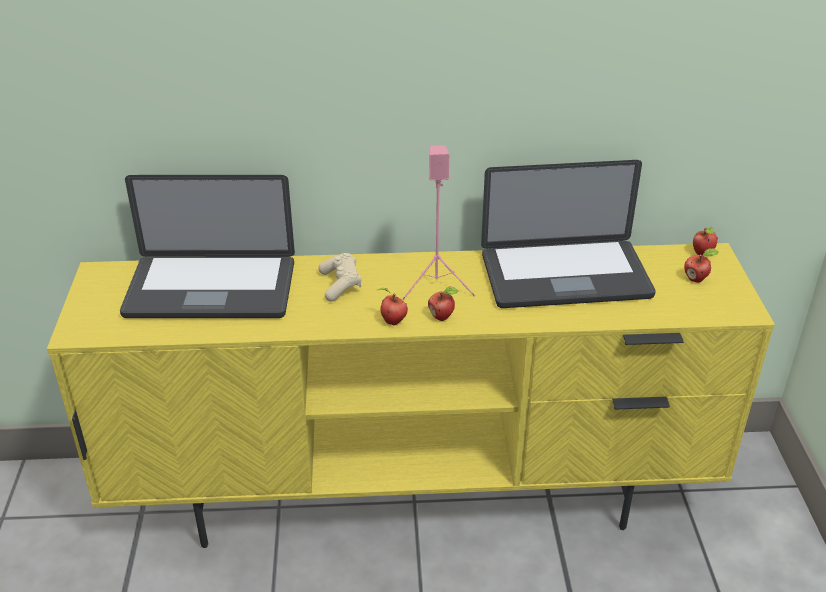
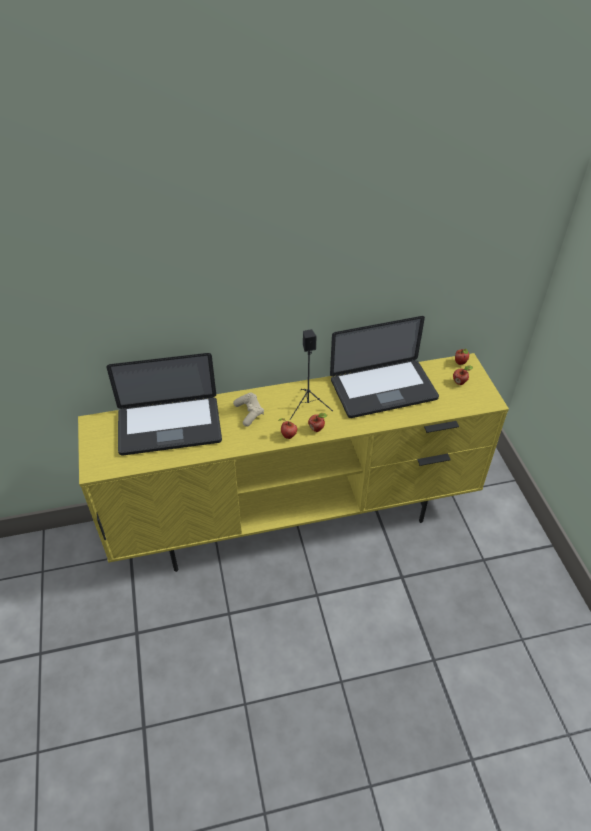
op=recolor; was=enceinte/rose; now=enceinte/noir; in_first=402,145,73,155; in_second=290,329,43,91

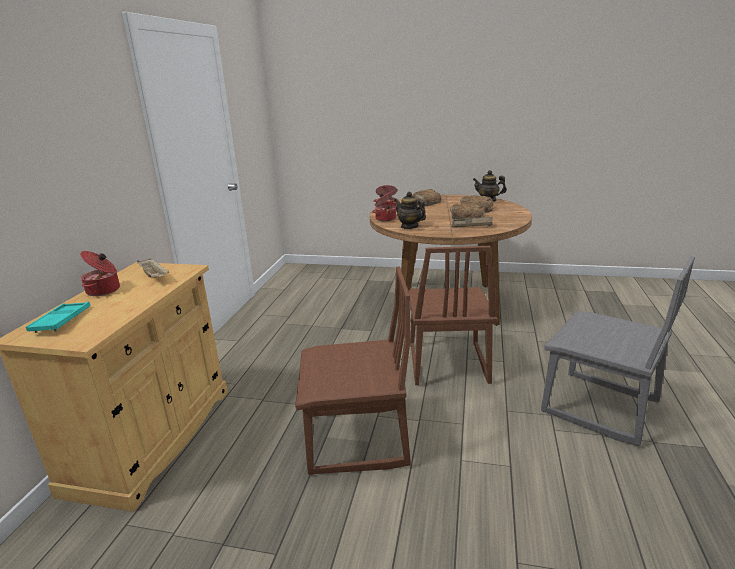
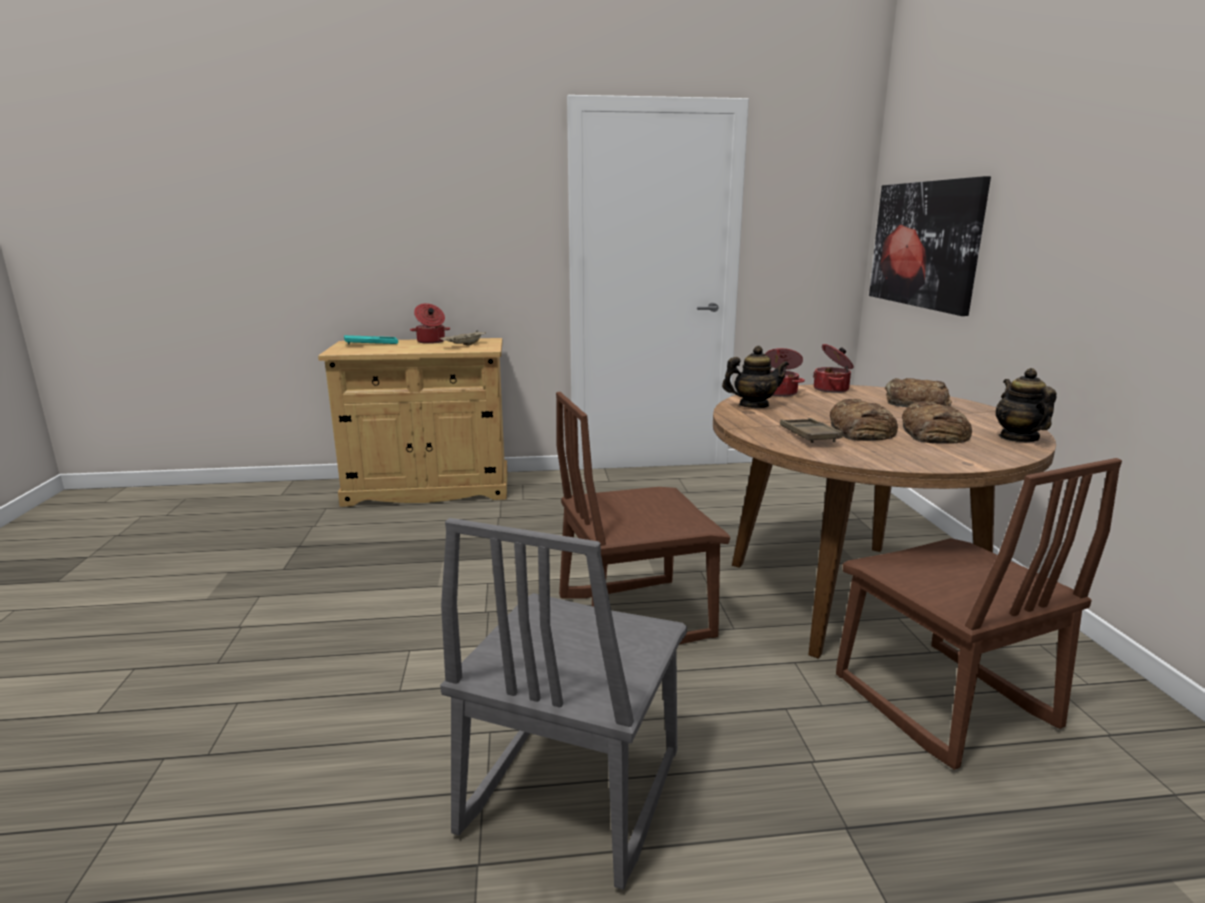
op=rotate; was=théière; in_first=394,192,32,37; in_second=722,346,67,62; clockwise=60
op=move; was=chaise/marron; in_first=295,267,116,208; in_second=836,458,286,312
op=insert; now=tableau; in_second=869,176,122,140

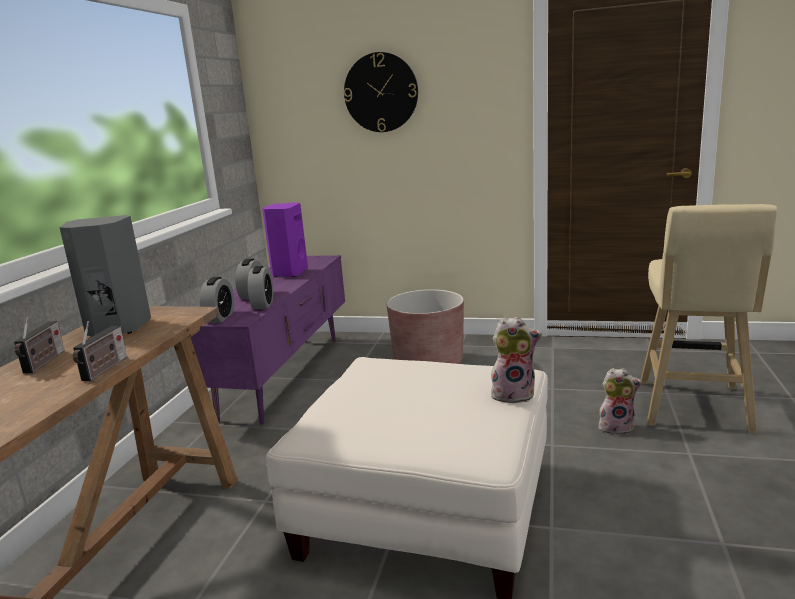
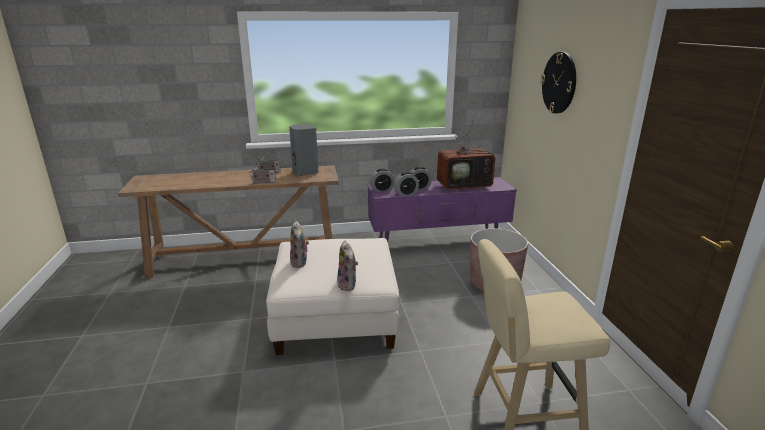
op=move; was=peluche; in_first=599,368,43,67; in_second=290,221,19,47
op=replace; was=enceinte/violet; now=téléviseur; in_first=262,202,46,75; in_second=437,122,58,69

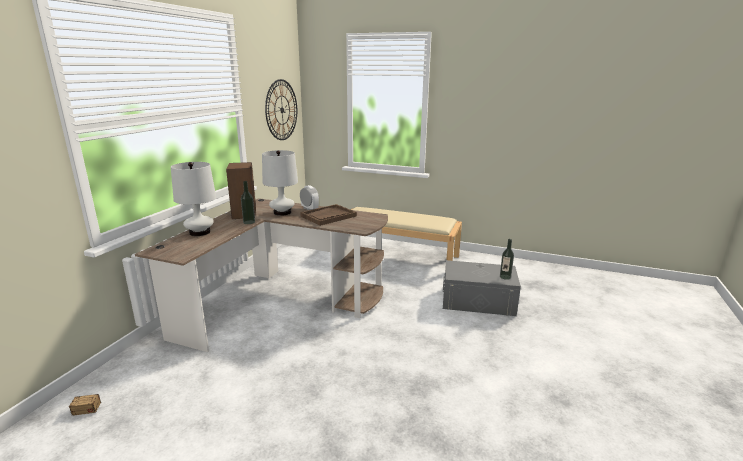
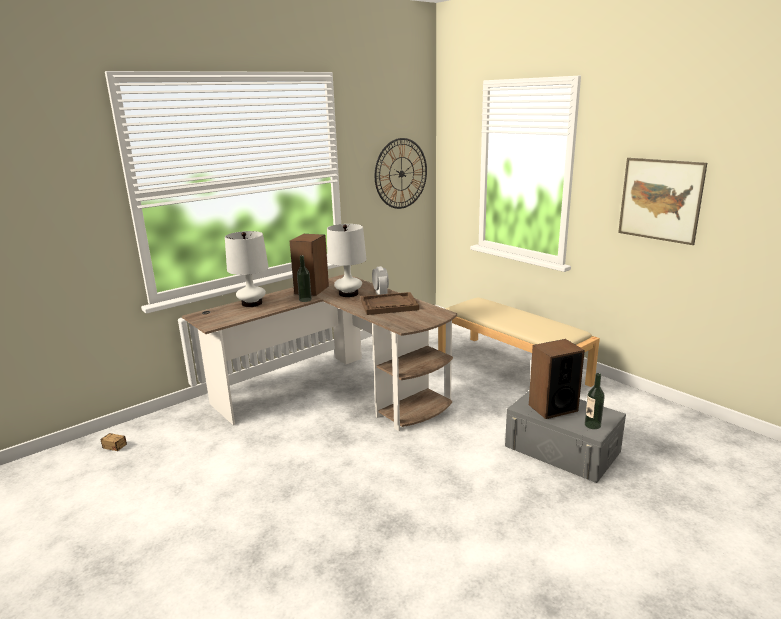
op=insert; now=enceinte; in_second=529,339,56,80
op=insert; now=tableau; in_second=618,158,89,87

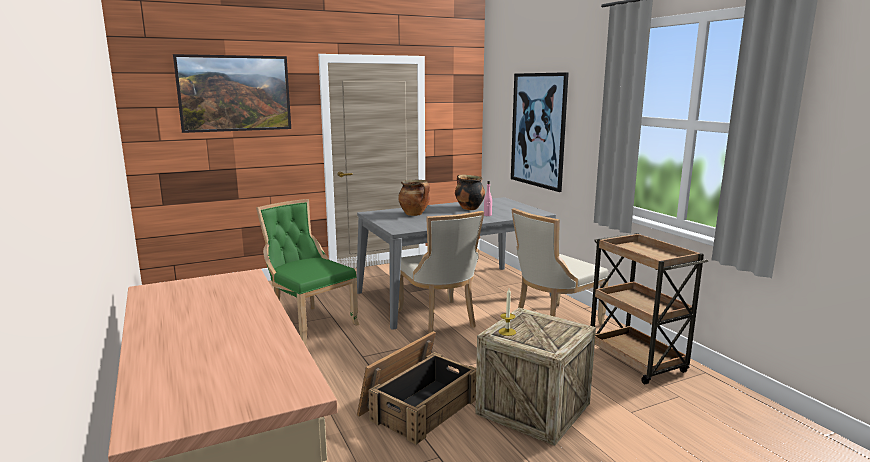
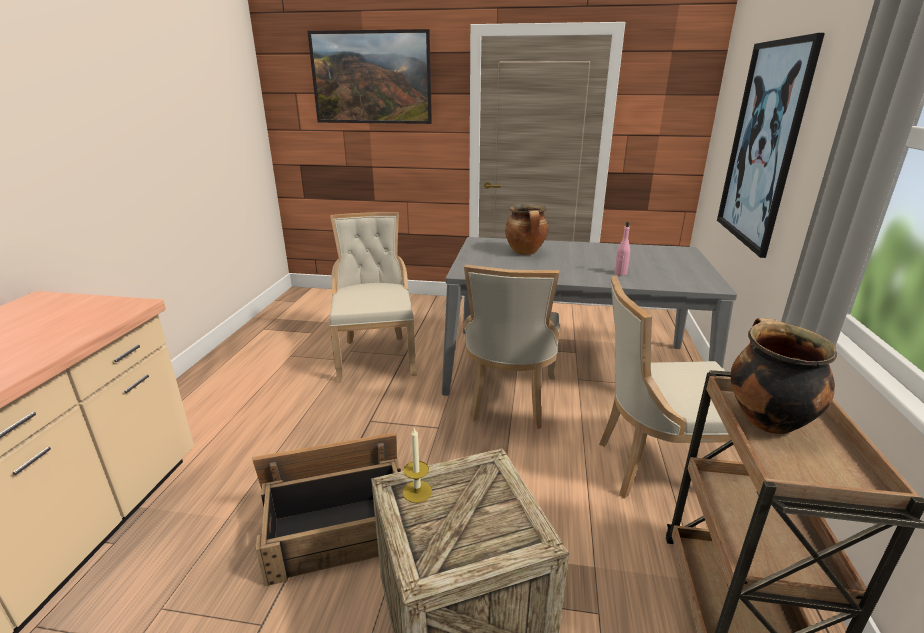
op=recolor; was=chaise/vert; now=chaise/beige; in_first=256,199,104,146; in_second=330,212,87,171
op=move; was=marmite; in_first=455,174,30,36; in_second=730,318,107,117

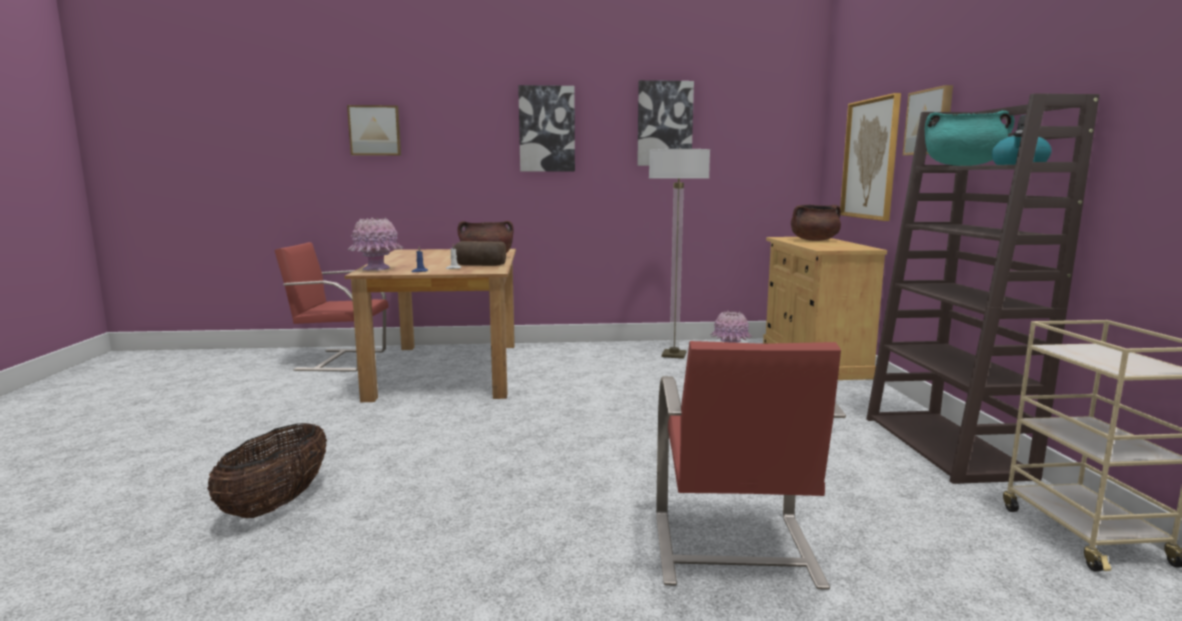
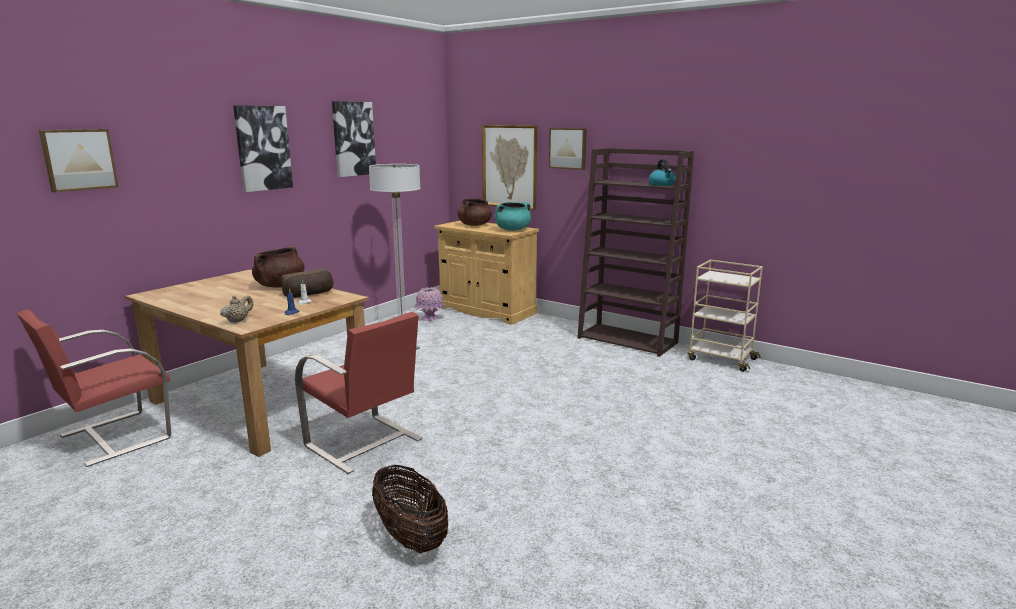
op=replace; was=vase/rose; now=théière/beige; in_first=347,218,56,53; in_second=220,295,33,28
op=move; was=chaise/rouge; in_first=656,341,190,249; in_second=295,312,127,162
op=move; was=marmite/turquoise; in_first=925,111,89,55; in_second=495,202,36,29

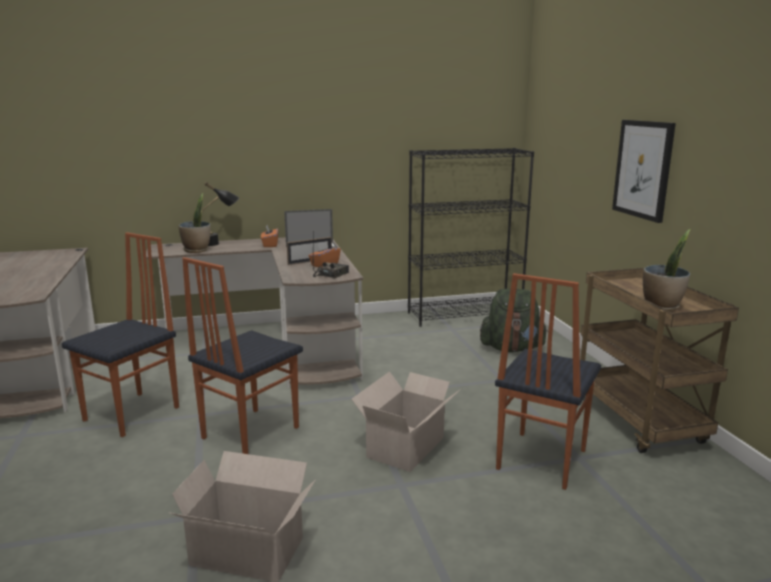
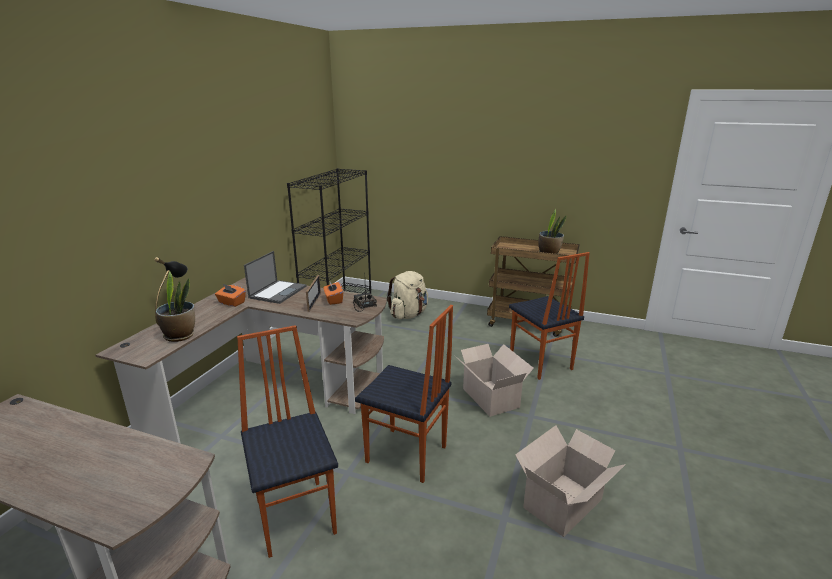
op=rotate; was=chaise; in_first=182,257,121,197; in_second=355,305,98,178; clockwise=-45
op=recolor; was=sac à dos/vert; now=sac à dos/beige; in_first=480,289,68,63; in_second=387,271,41,48
op=delete; was=tableau; in_first=612,120,64,103

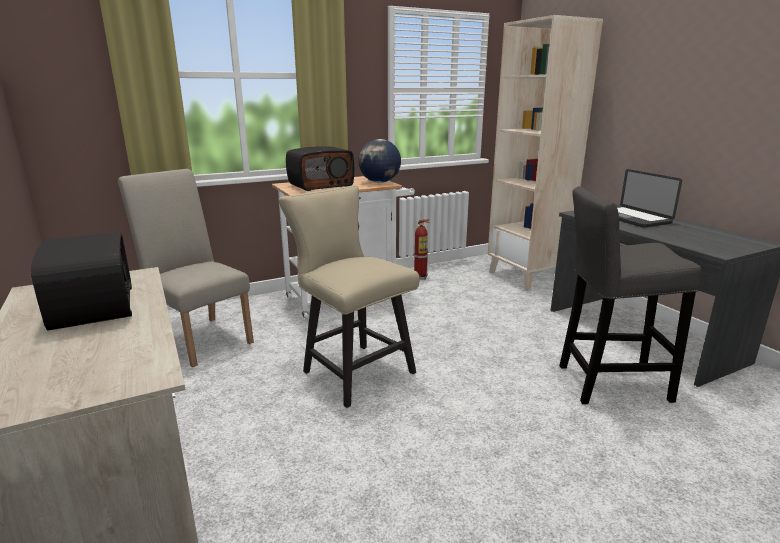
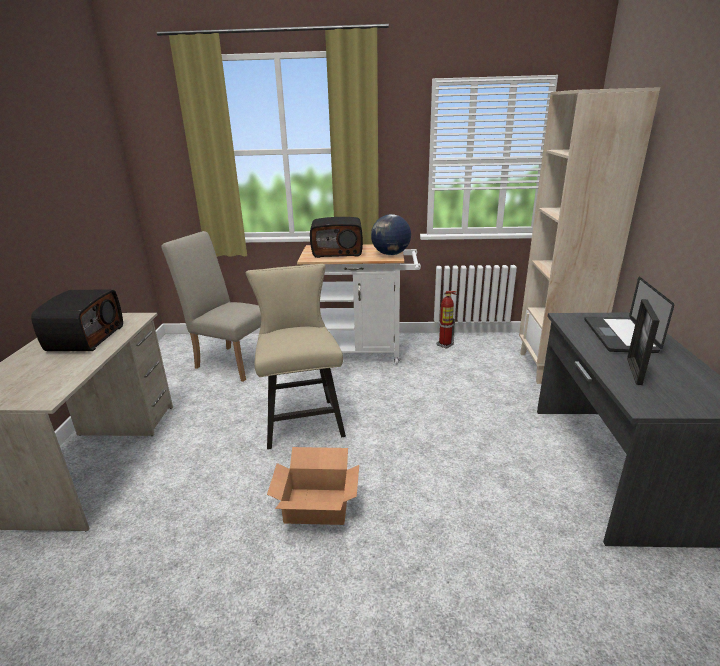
op=rotate; was=chaise/beige; in_first=118,169,136,198; in_second=162,231,99,151; clockwise=-45
op=insert; now=carton; in_second=267,447,92,78
op=insert; now=cadre photo; in_second=627,299,33,86
op=delete; was=tabouret/gris; in_first=559,186,143,218

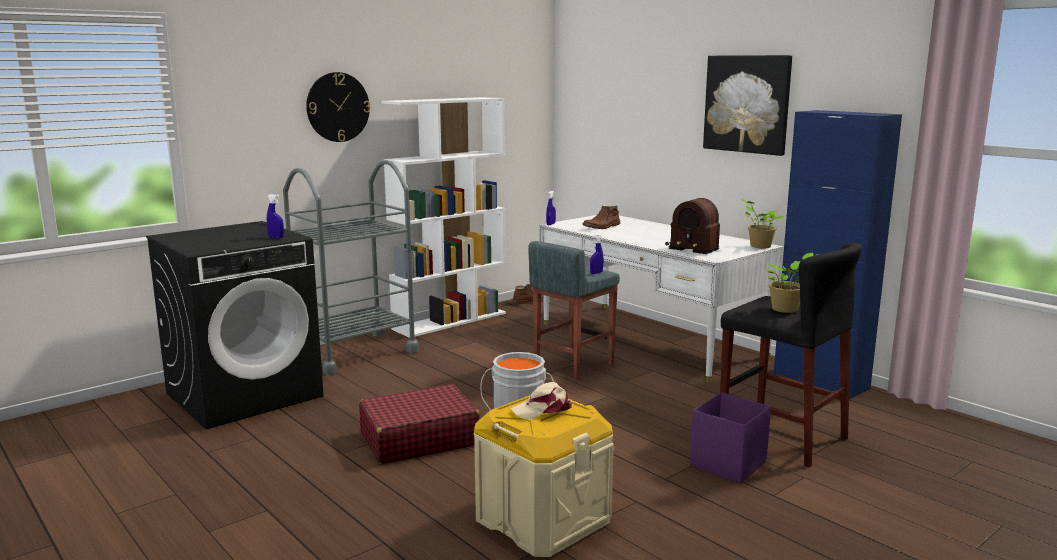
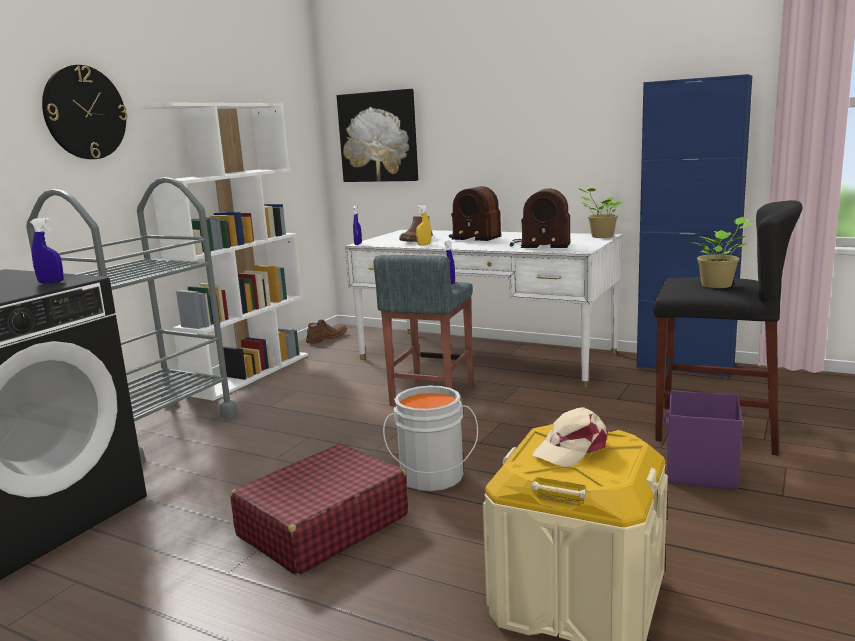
op=move; was=tableau; in_first=703,55,89,101; in_second=337,89,81,93
op=insert; now=vaporisateur/jaune; in_second=416,204,15,41
op=insert; now=radio; in_second=449,186,53,55

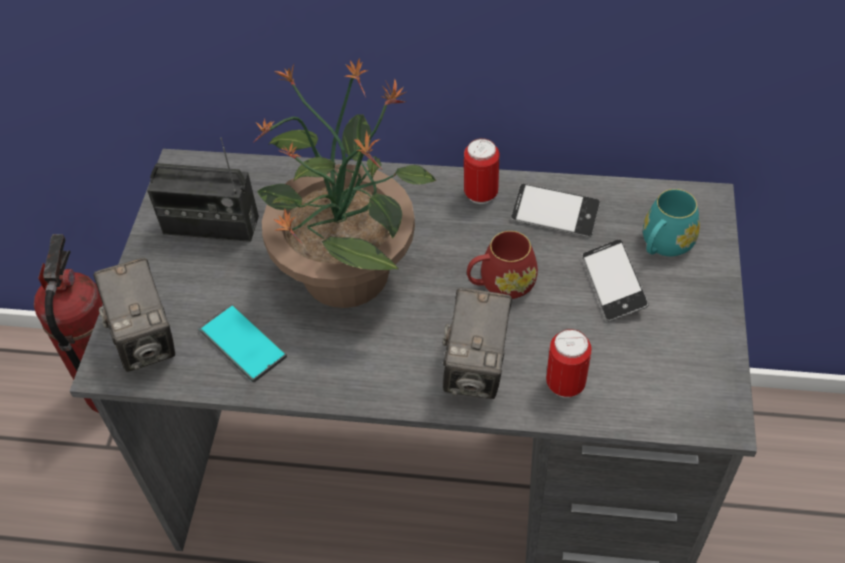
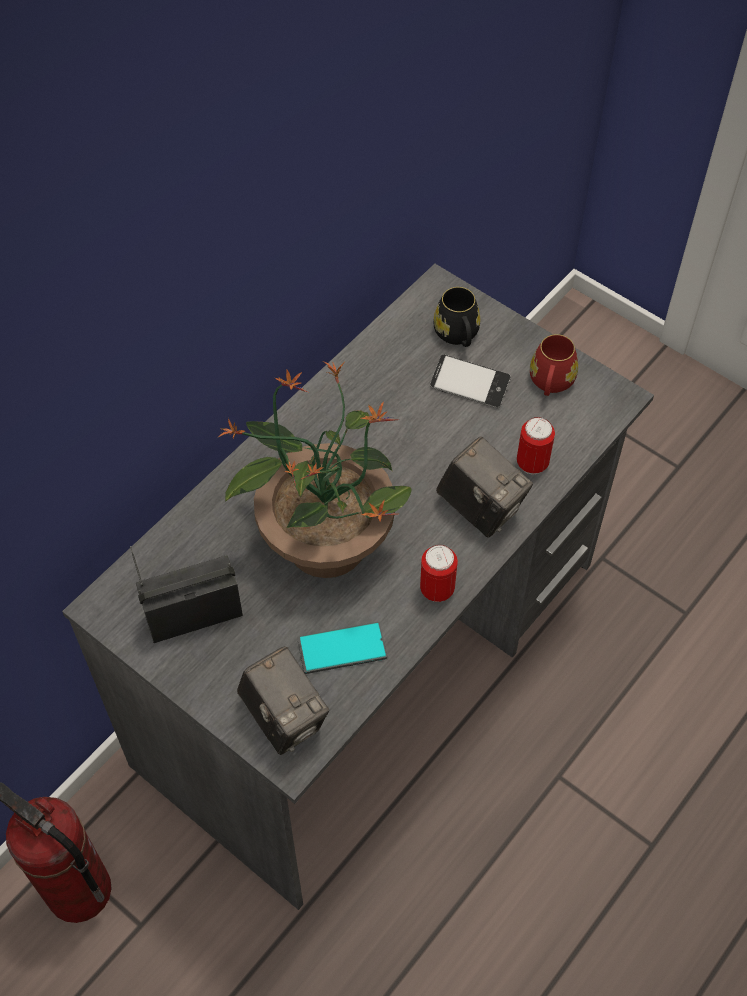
op=rotate; was=radio; in_first=147,137,112,105; in_second=130,546,113,97; clockwise=-150
op=rotate; was=appareil photo; in_first=93,258,82,114; in_second=237,646,92,109; clockwise=45
op=move; was=boîte métallique; in_first=464,138,35,66; in_second=420,545,38,57
op=recolor; was=mug/turquoise; now=mug/noir; in_first=643,189,57,68; in_second=433,287,47,60
op=move; was=mug/rouge; in_first=467,231,71,68; in_second=530,334,48,62
op=delete; was=téléphone; in_first=511,184,89,53

